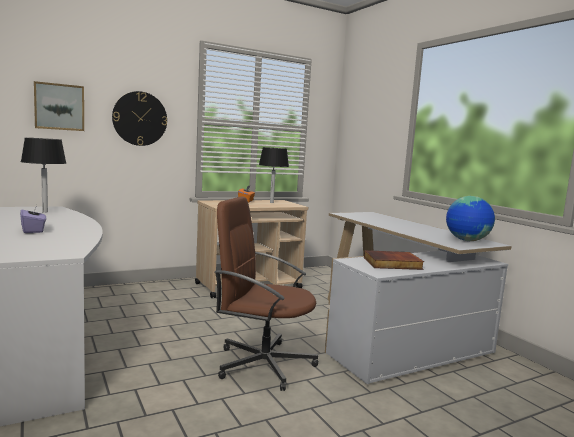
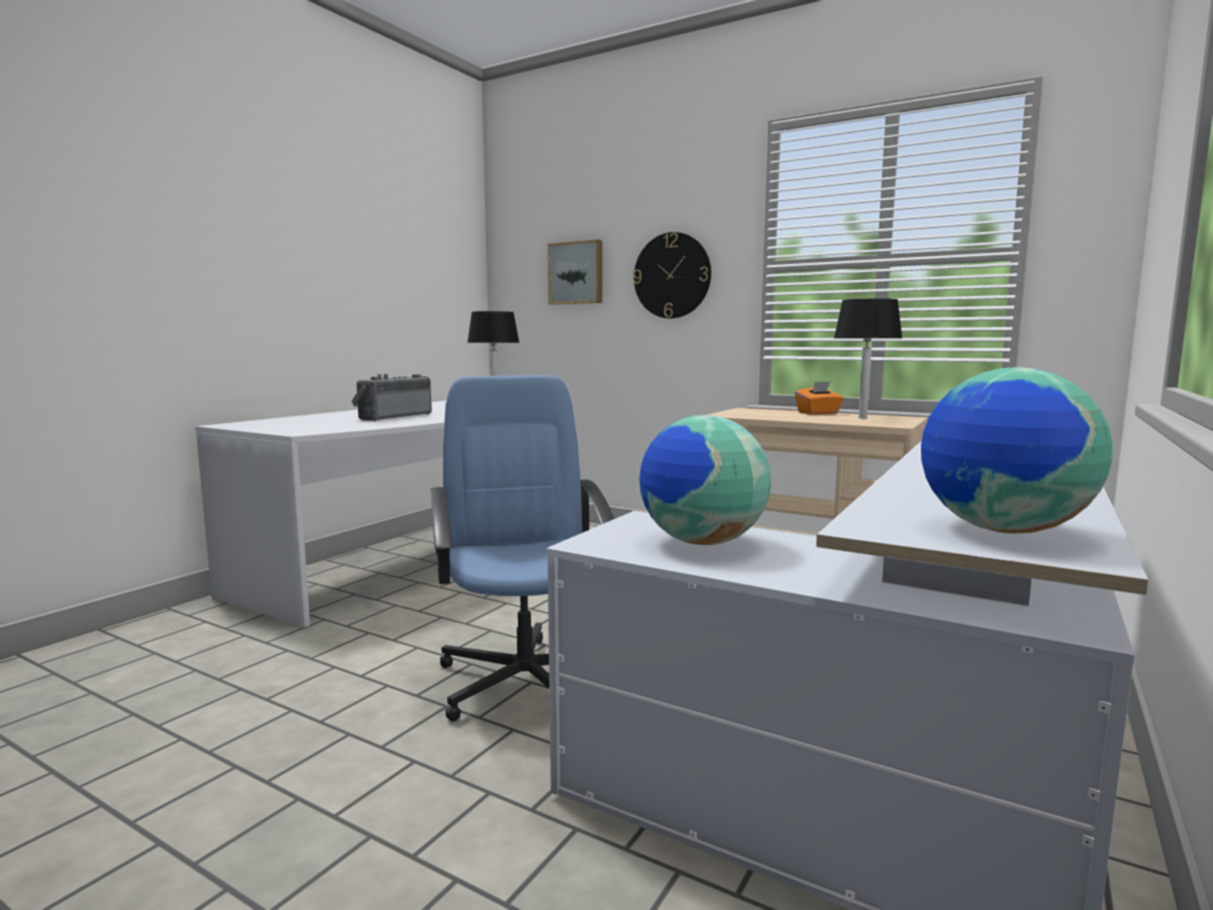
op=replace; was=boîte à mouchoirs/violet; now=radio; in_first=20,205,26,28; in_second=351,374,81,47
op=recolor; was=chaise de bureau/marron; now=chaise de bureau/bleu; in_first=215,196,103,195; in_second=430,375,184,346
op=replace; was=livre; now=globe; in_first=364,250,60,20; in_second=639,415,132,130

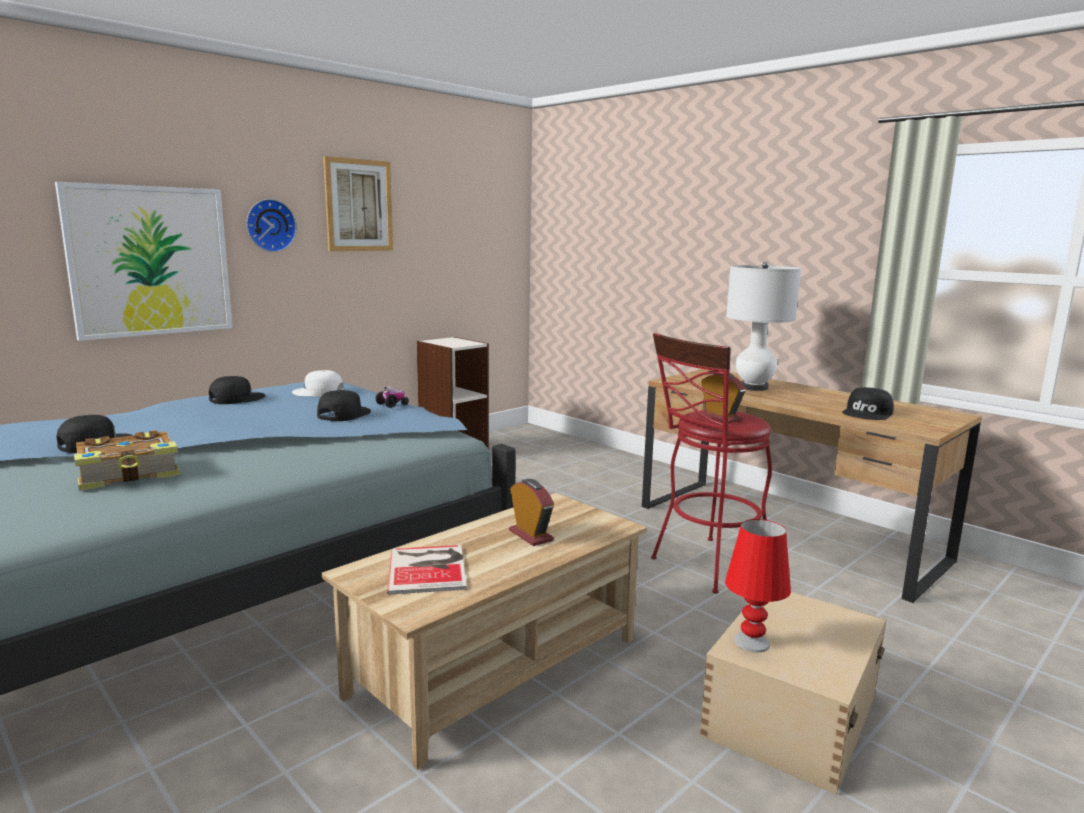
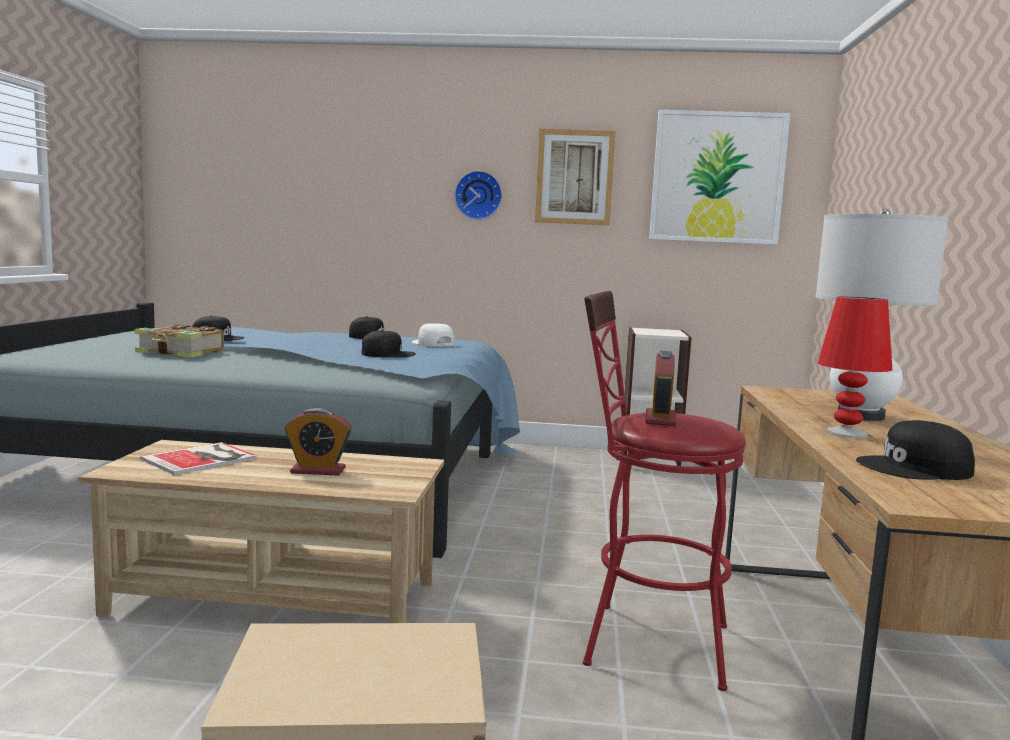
op=rotate; was=réveil; in_first=509,479,45,67; in_second=284,408,68,68; clockwise=75
op=move; was=tableau; in_first=55,182,178,159; in_second=649,110,141,135
op=move; was=lampe de table/rouge; in_first=725,519,66,134; in_second=818,296,74,142
op=delete; was=petite voiture; in_first=375,387,34,21

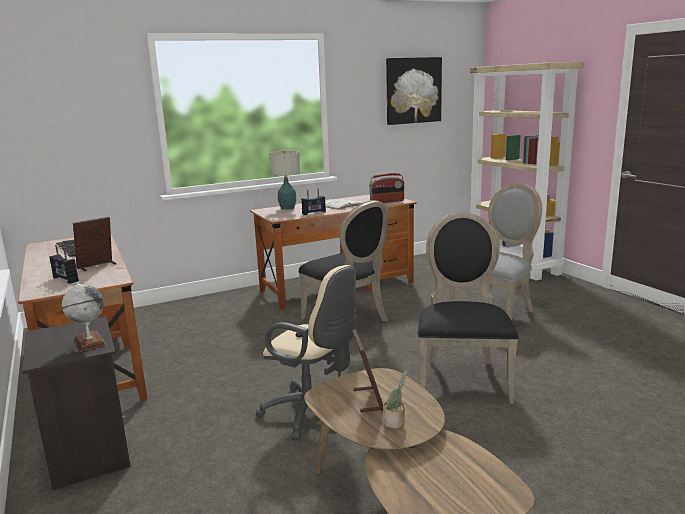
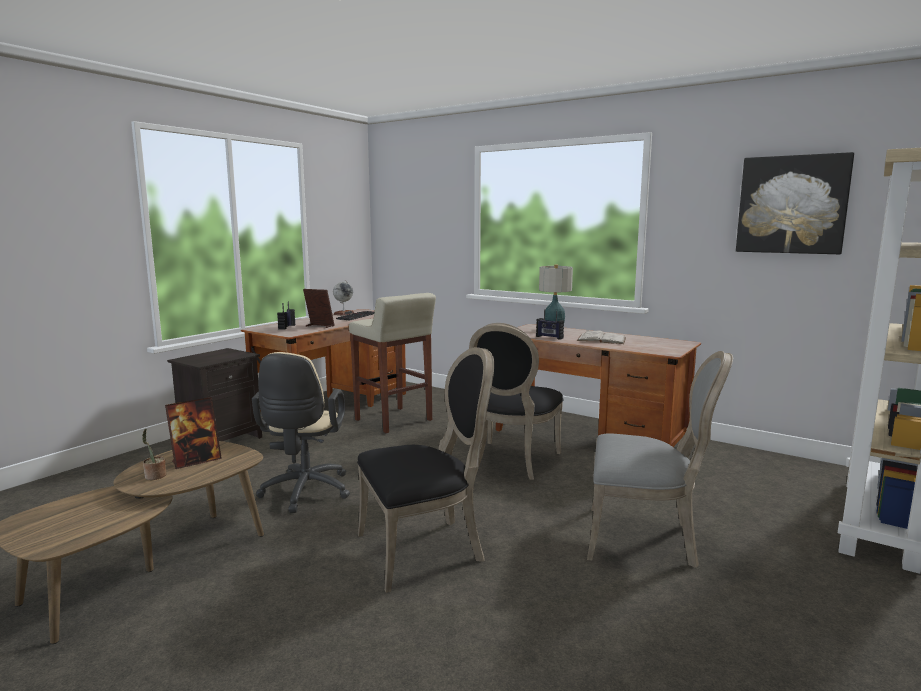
op=move; was=globe; in_first=62,281,45,71; in_second=333,280,21,36
op=insert; now=tabouret/beige; in_second=349,293,87,140
op=delete; was=radio; in_first=369,173,35,30

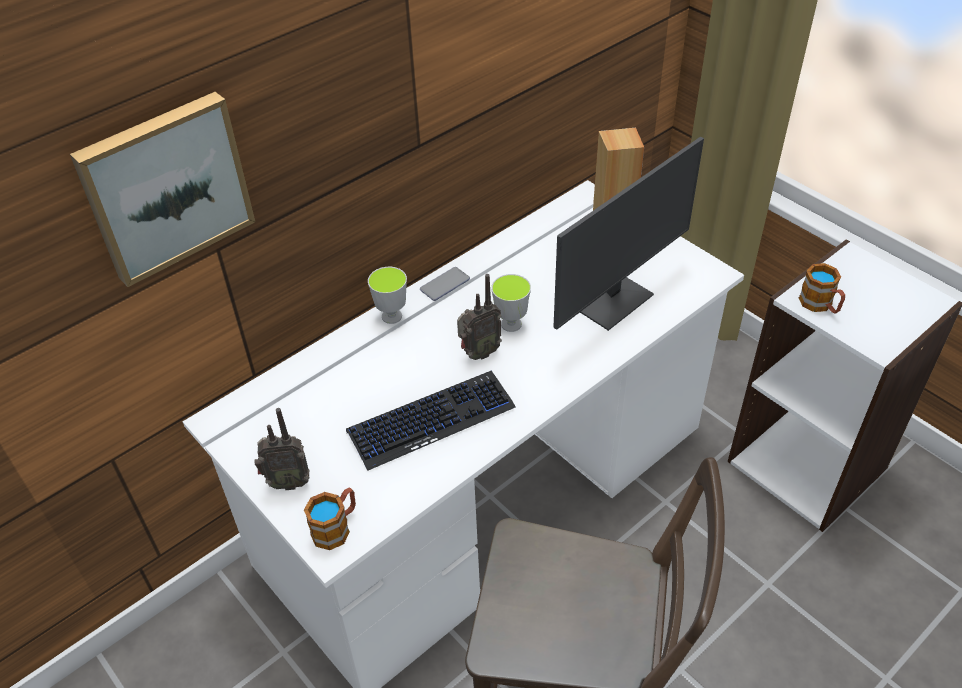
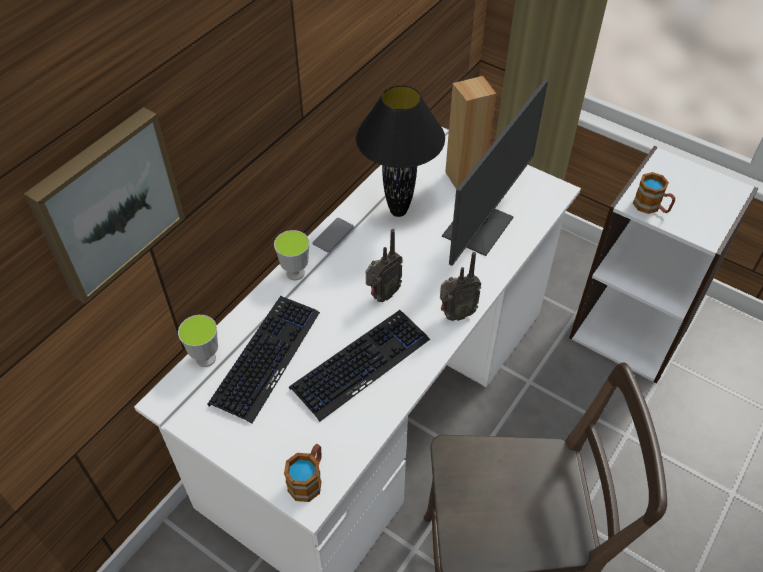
op=move; was=tasse; in_first=491,274,40,58; in_second=178,315,40,52
op=insert; now=clavier; in_second=208,296,112,128
op=insert; now=lampe de table/noir; in_second=356,85,89,132
op=move; was=radio; in_first=254,408,56,82; in_second=440,252,41,69

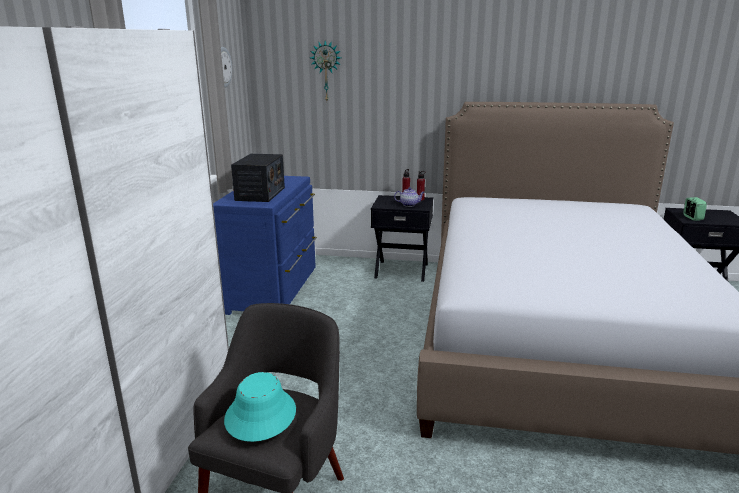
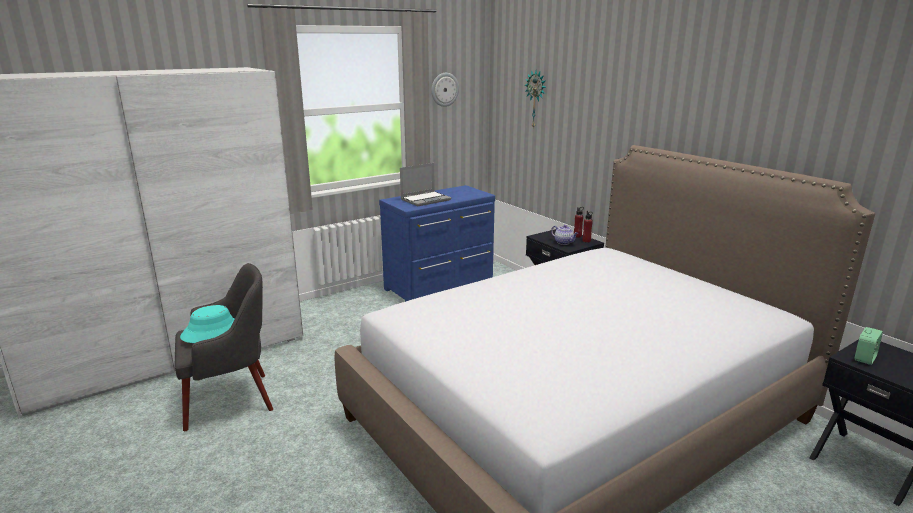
op=replace; was=radio; now=ordinateur portable; in_first=231,154,54,48; in_second=400,163,51,43

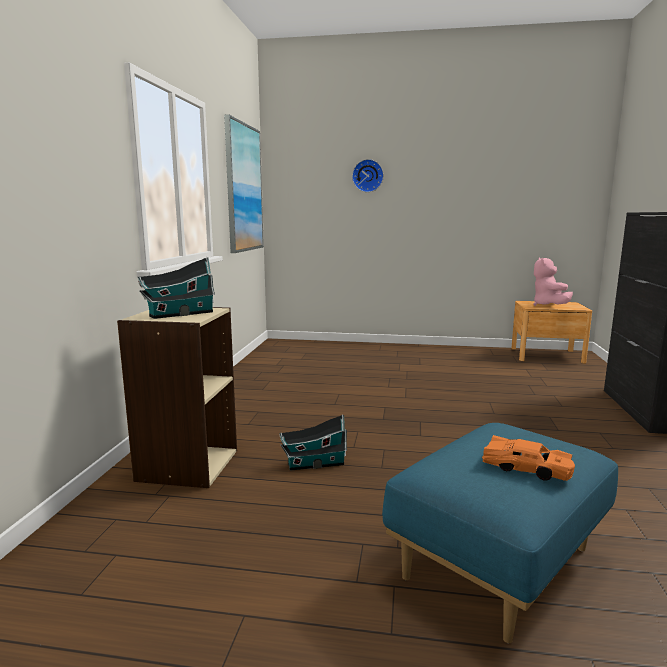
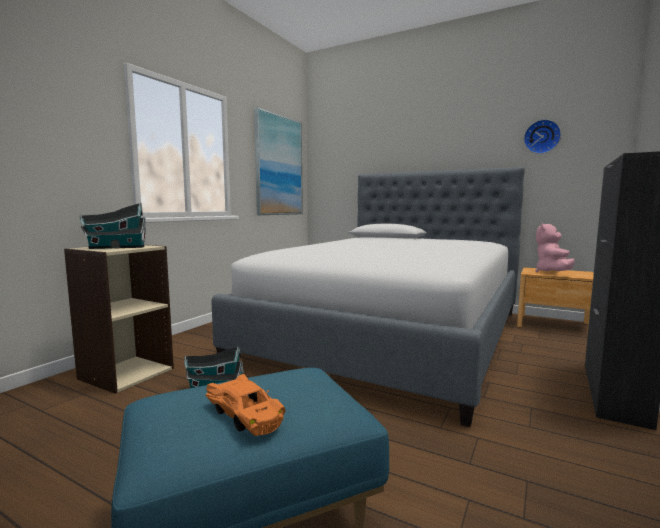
op=insert; now=lit; in_second=211,167,314,260
op=move; was=horloge murale; in_first=352,159,32,33; in_second=524,119,37,35

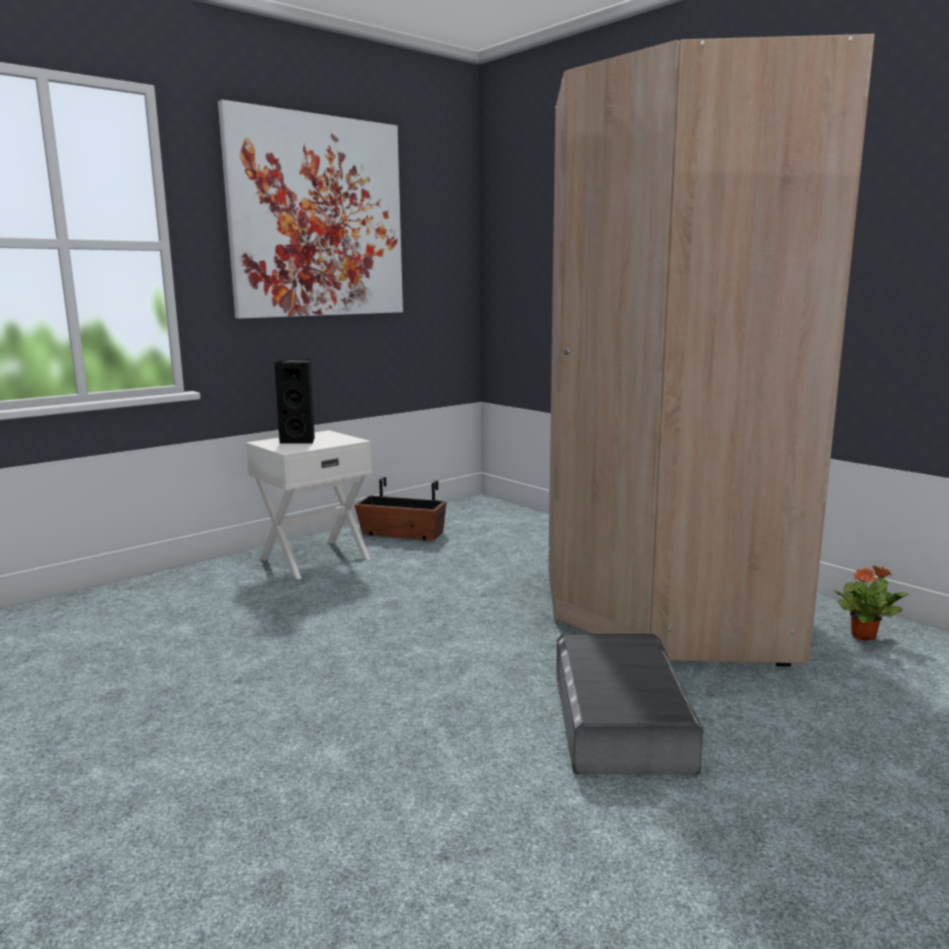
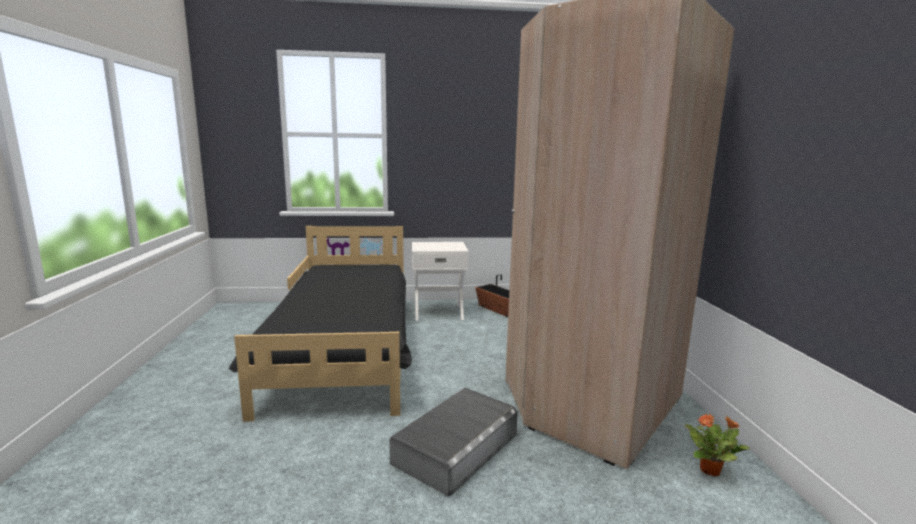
op=insert; now=lit/noir; in_second=229,226,183,196
op=delete; was=tableau; in_first=218,100,185,219
op=delete; was=enceinte/noir; in_first=274,359,41,85

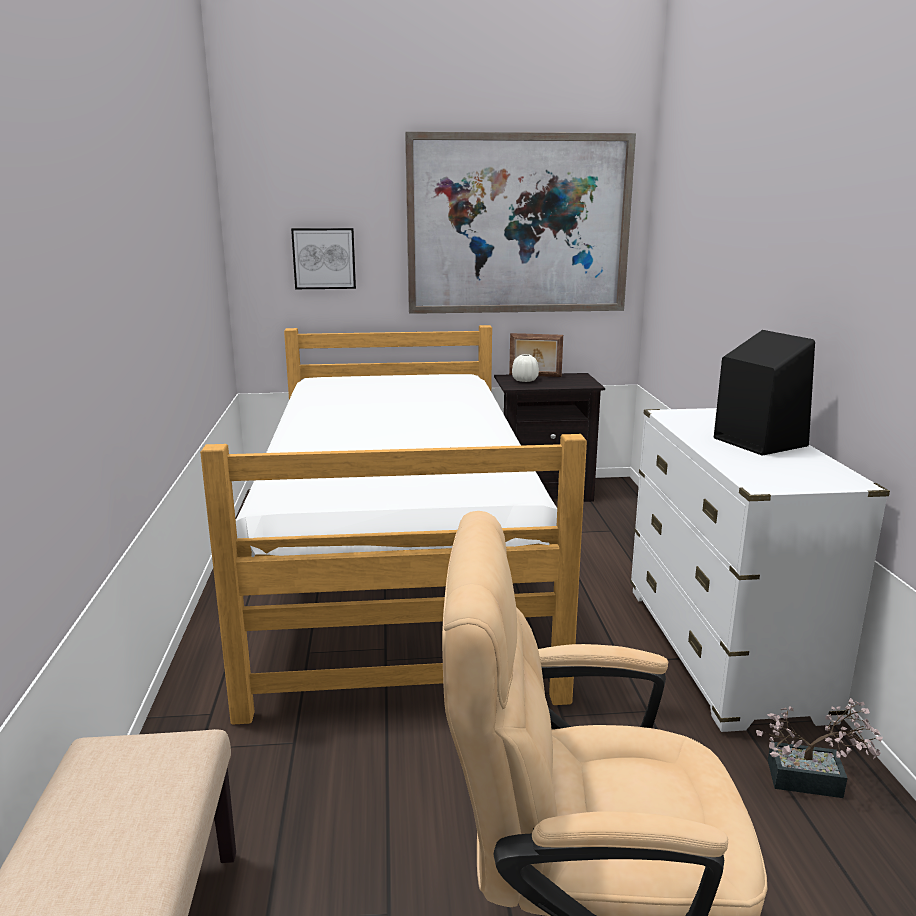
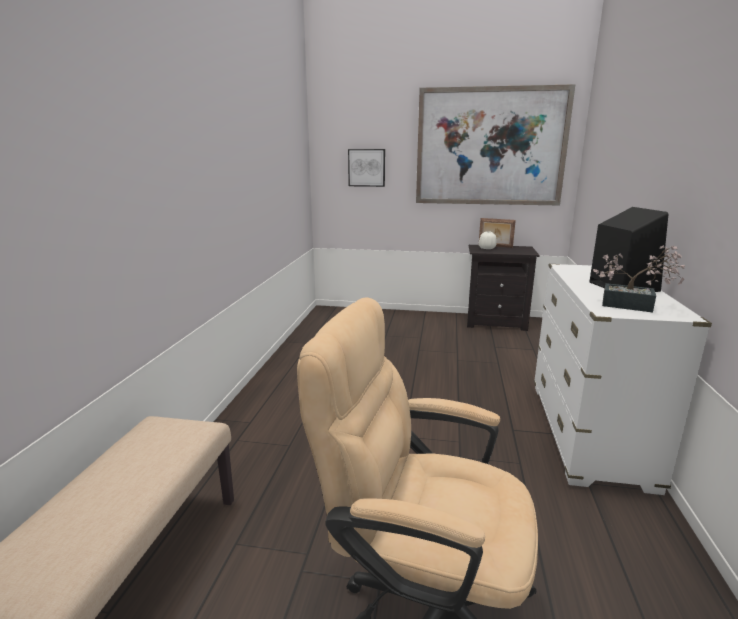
op=move; was=plante en pot; in_first=756,698,127,100; in_second=593,245,92,68
op=delete; was=lit; in_first=200,325,387,400

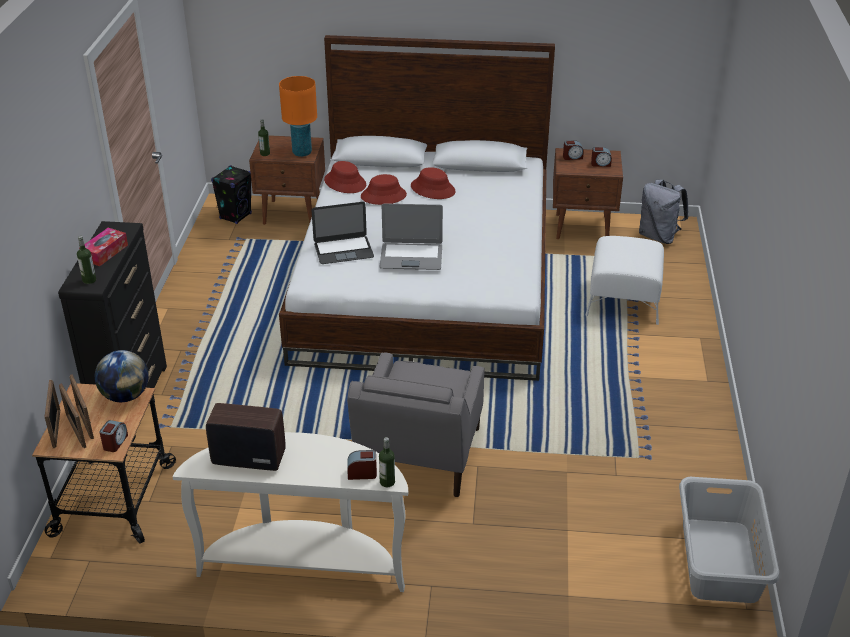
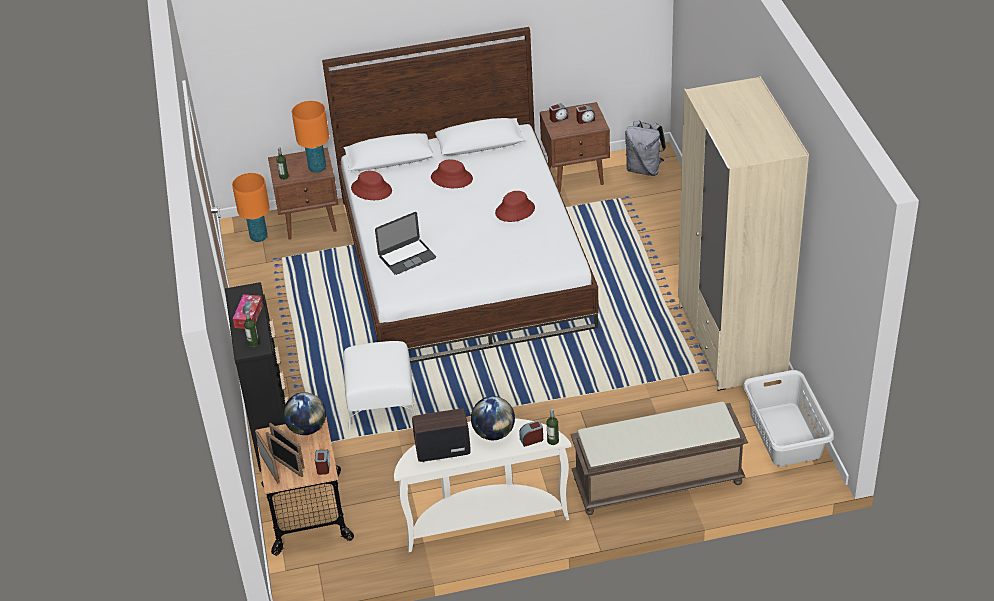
op=replace; was=enceinte/noir; now=lampe de table/orange; in_first=211,165,41,59; in_second=232,173,38,69
op=move; was=pouf/blanc; in_first=585,236,79,89; in_second=343,341,73,89
op=insert; now=globe; in_second=471,396,44,44
op=move; was=chapeau/rouge; in_first=361,174,46,31; in_second=495,191,40,31
op=insert; now=banc/marron; in_second=570,402,178,113
op=insert; now=armoire/beige; in_second=678,76,131,315
op=delete; was=fauteuil/gris; in_first=347,353,138,144
op=delete; was=ordinateur portable; in_first=379,203,64,67

